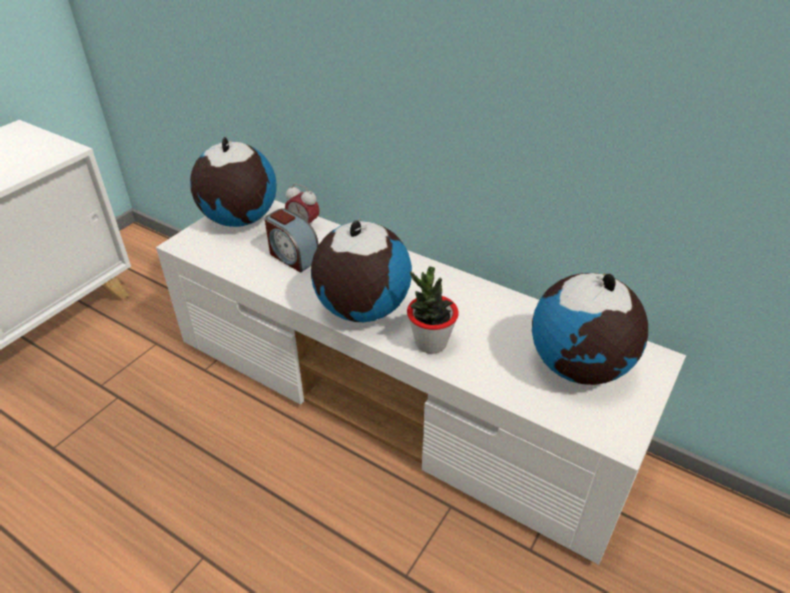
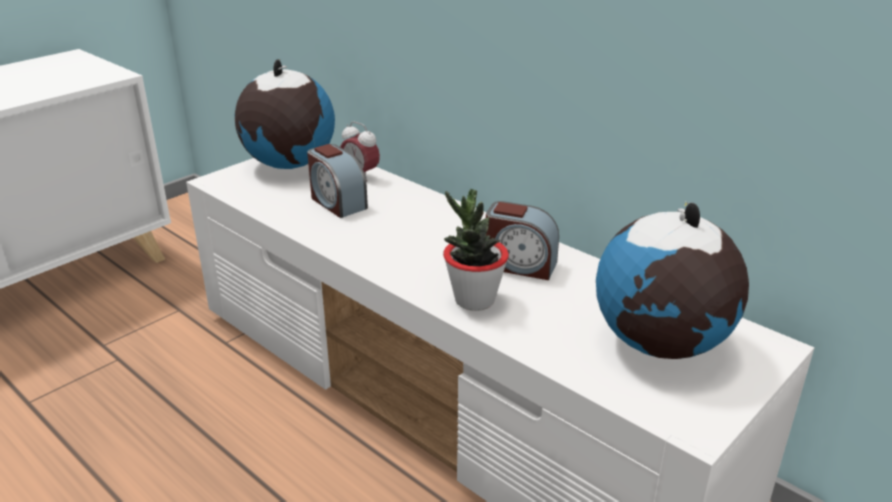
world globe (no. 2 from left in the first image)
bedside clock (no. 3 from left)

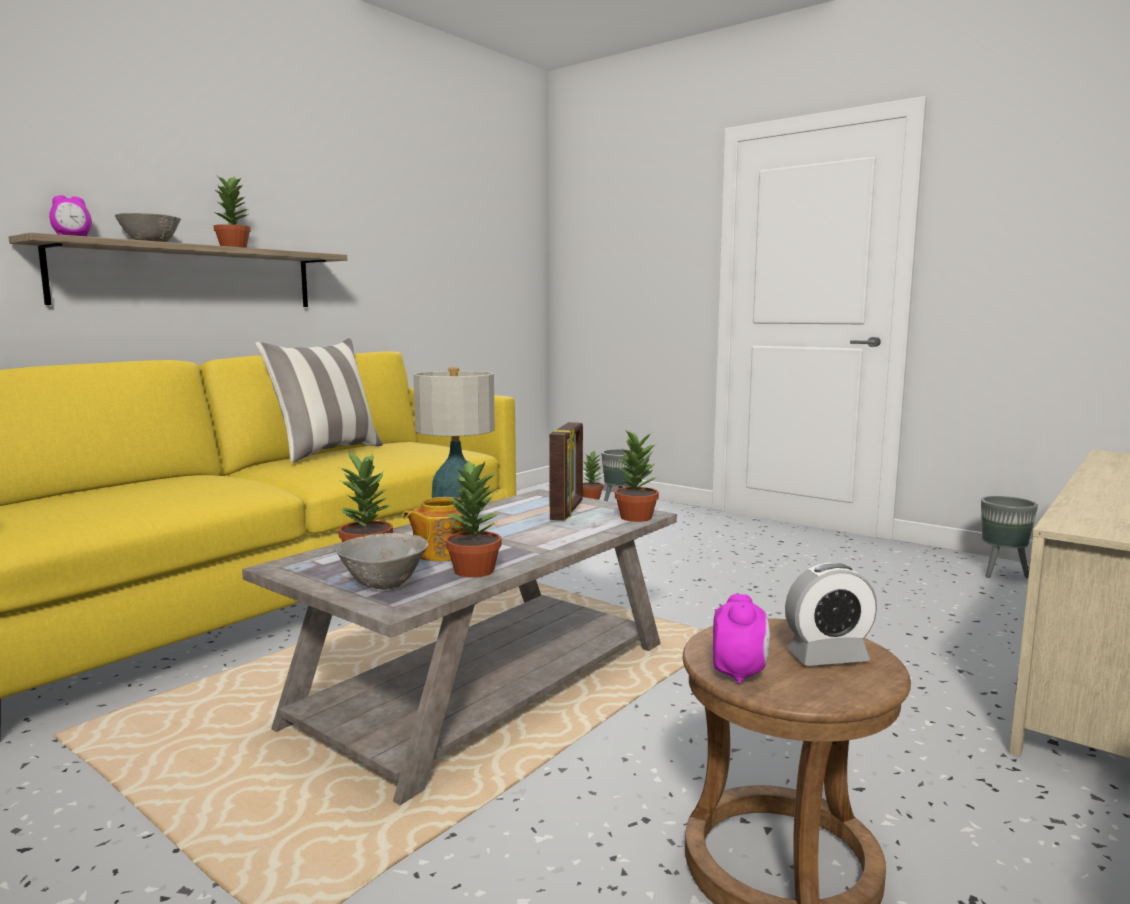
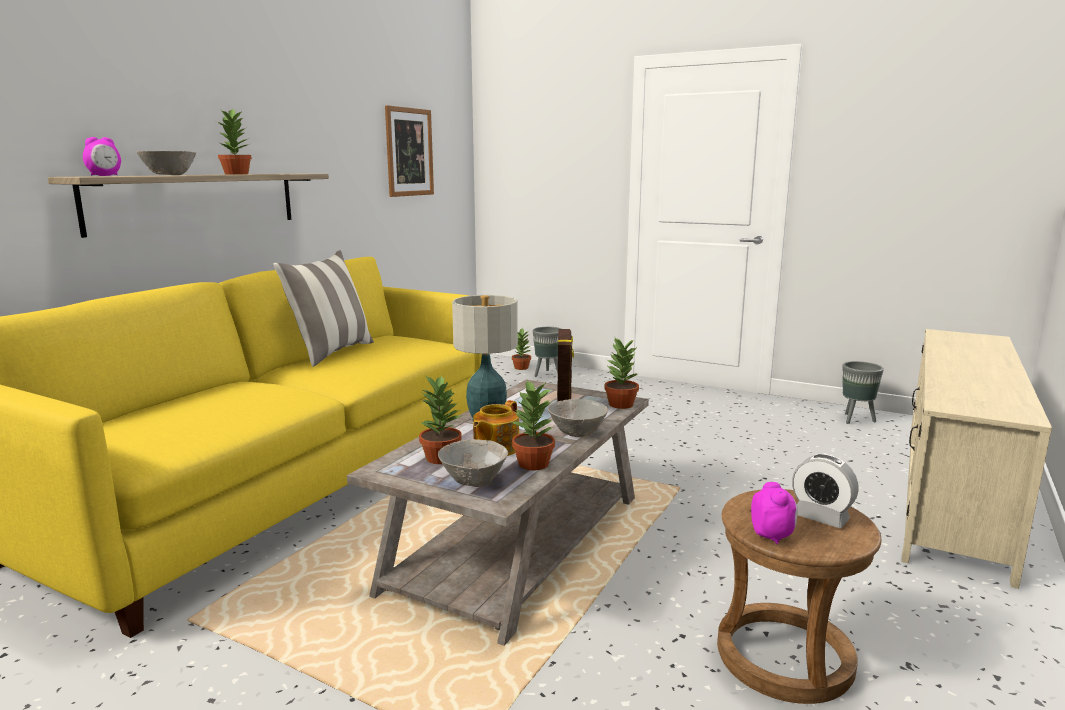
bedside clock (no. 3 from left)
picture
bowl (gray) (no. 3 from left)

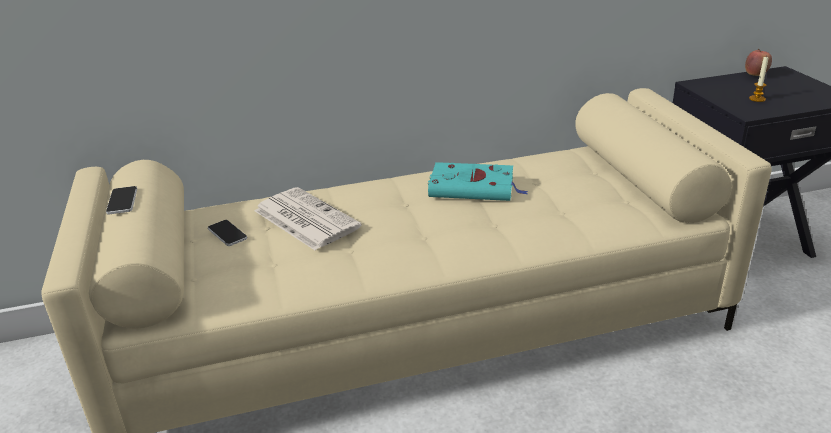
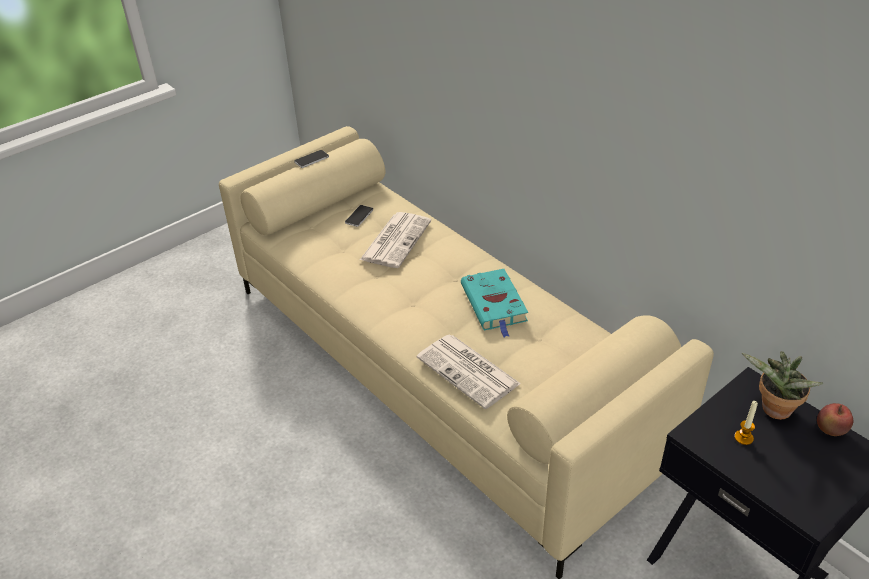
daily paper (no. 2 from left)
plant in a pot

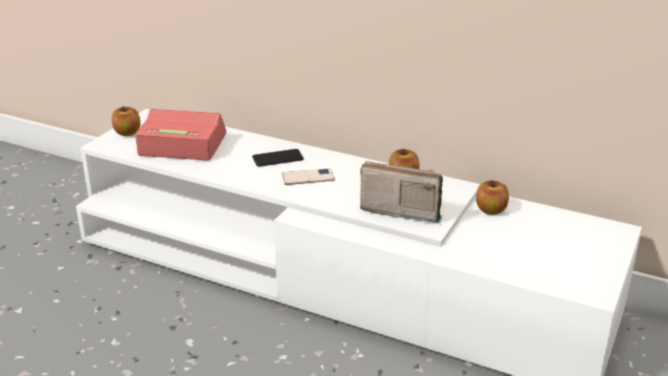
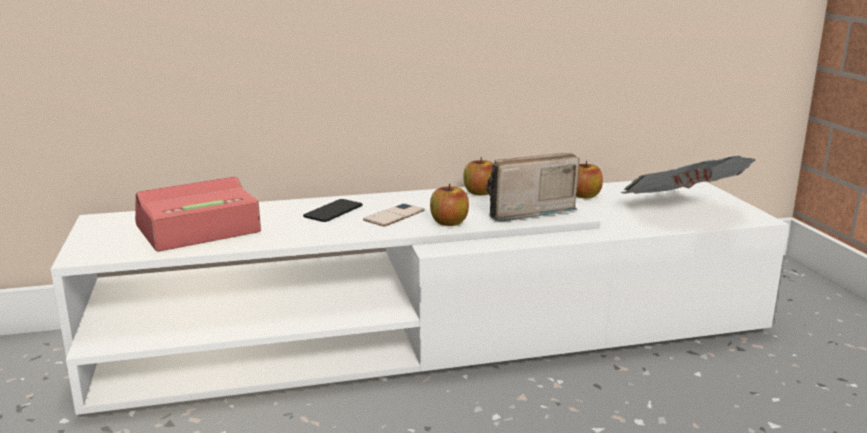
whole apple (no. 1 from left)
daily paper

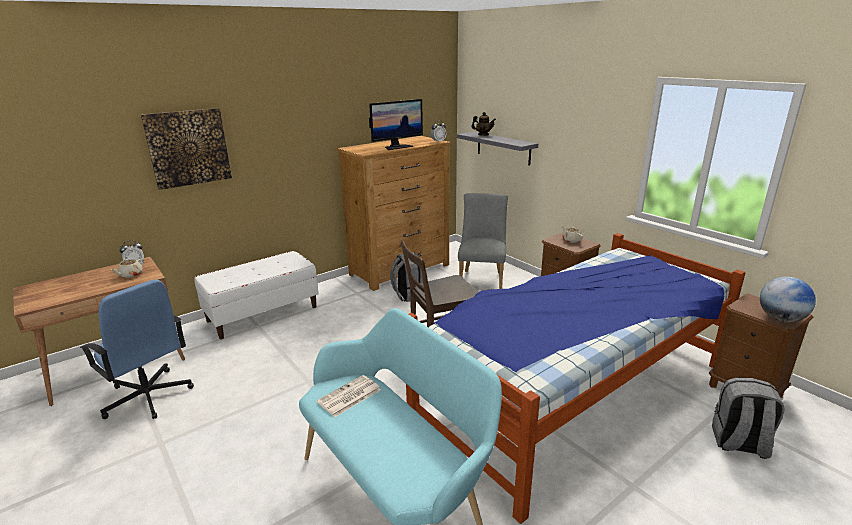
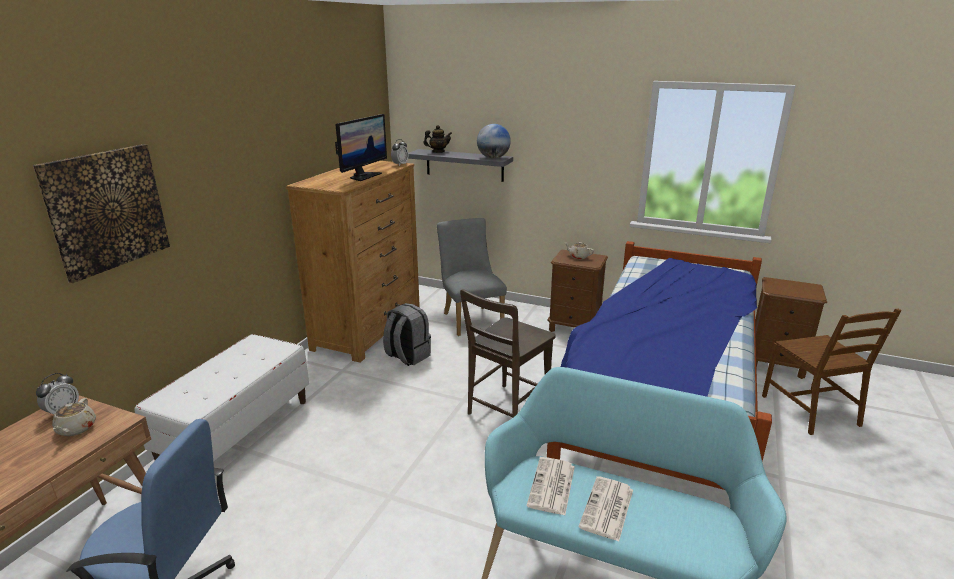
chair (brownish) (no. 2 from left)
world globe
daily paper (no. 2 from left)

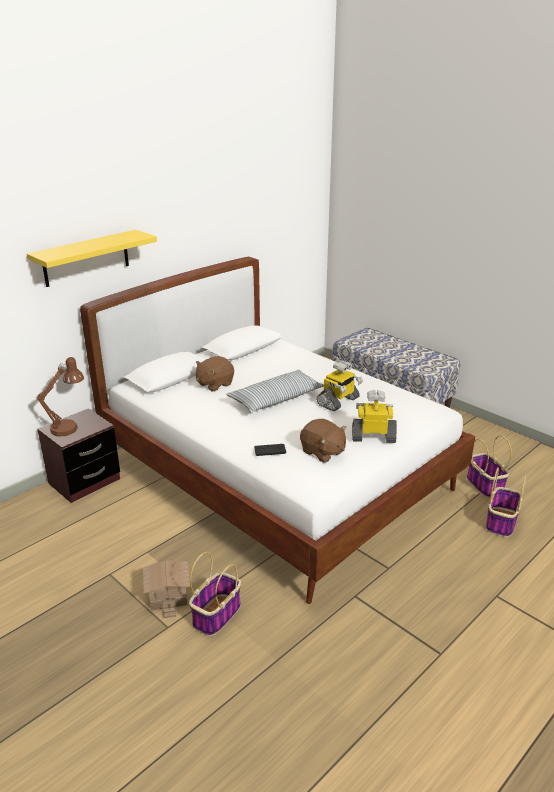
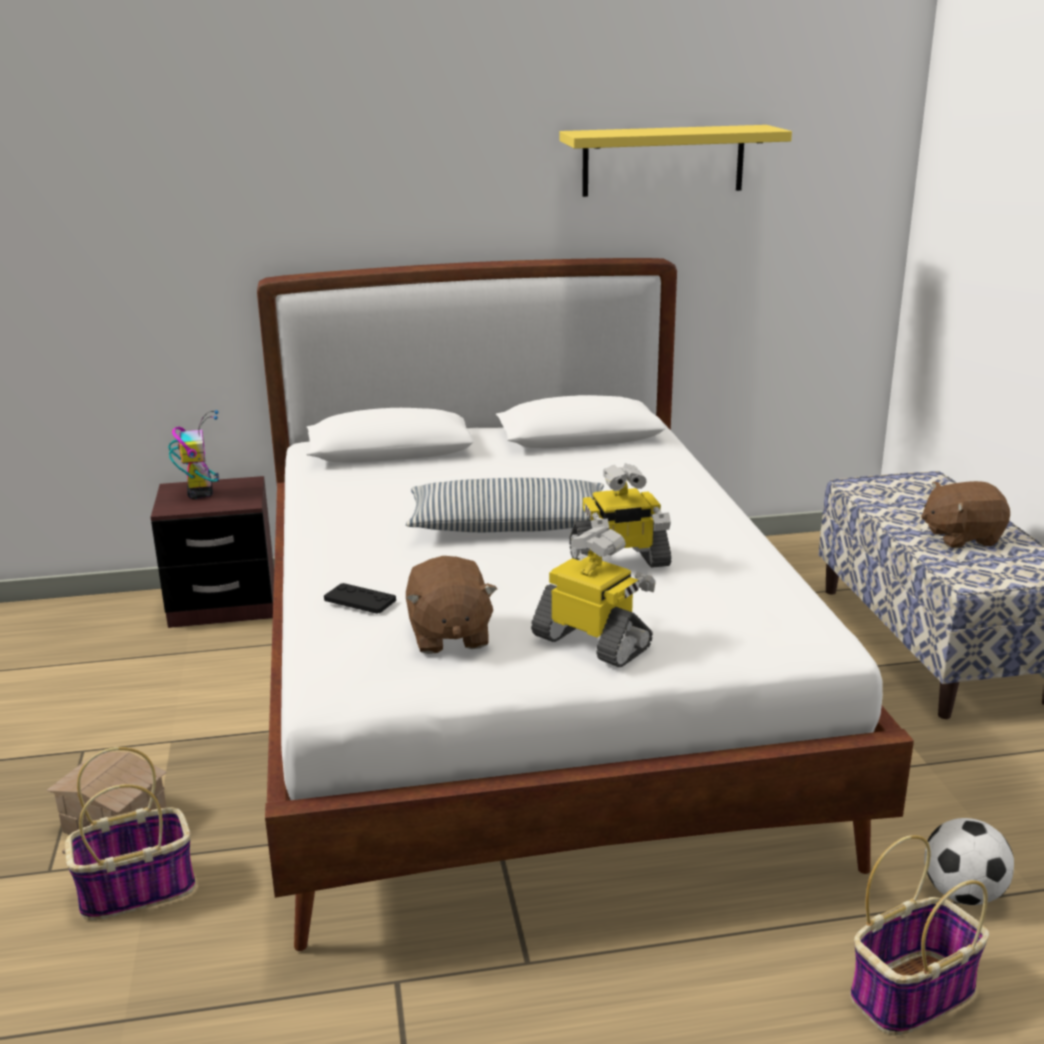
shelf (yellow)
toy robot (no. 1 from left)
cuddly toy (brownish) (no. 2 from left)
football

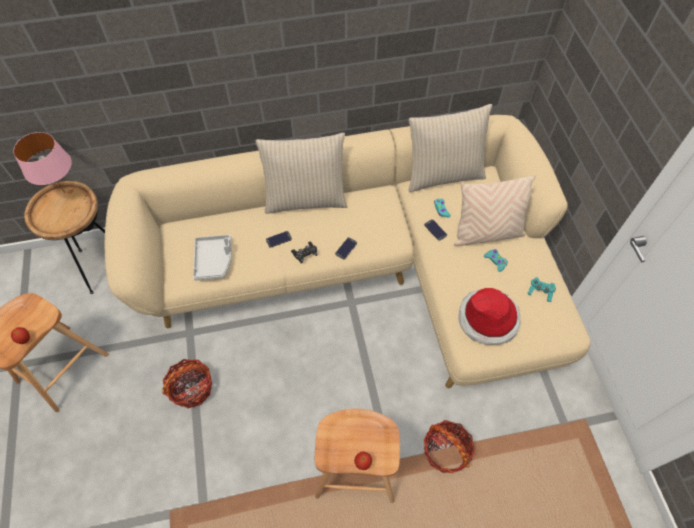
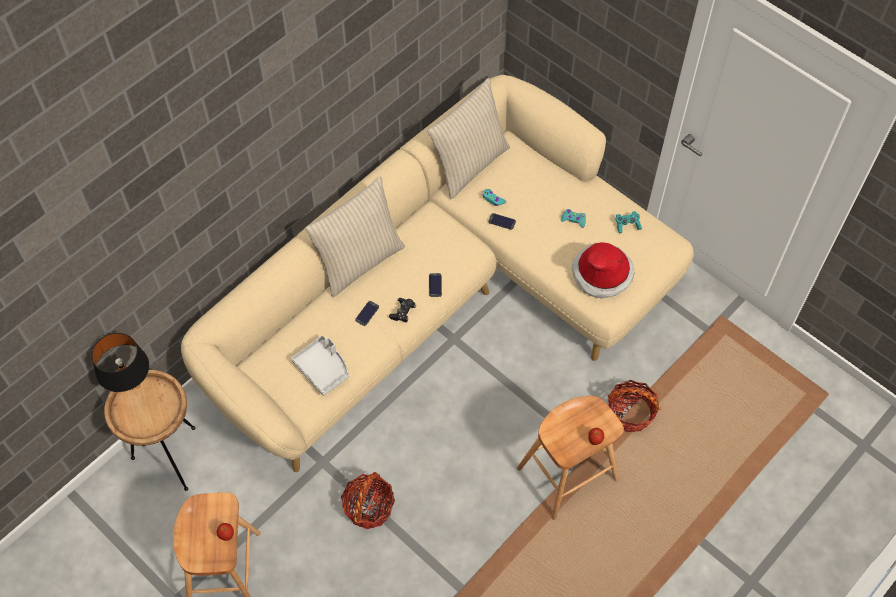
table lamp (blackish)
throw pillow (beige) (no. 3 from left in the first image)

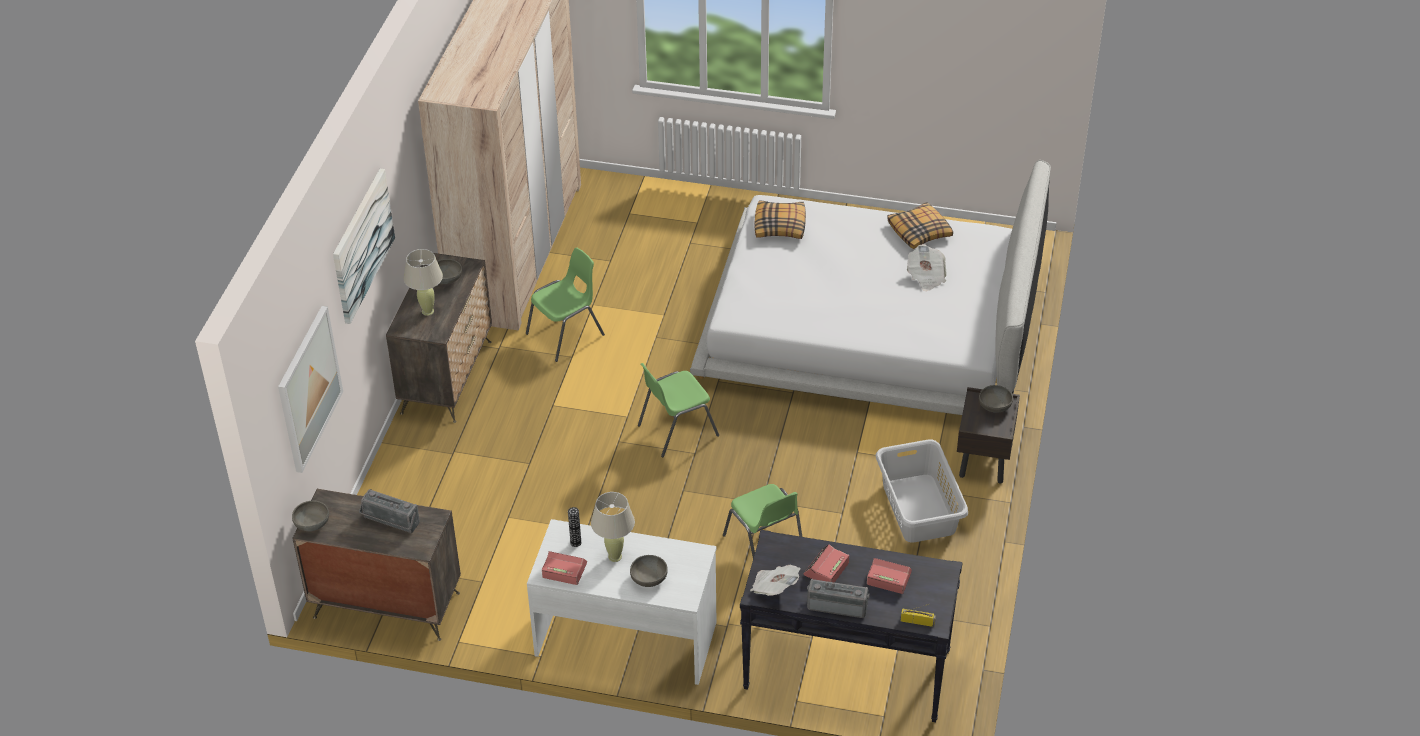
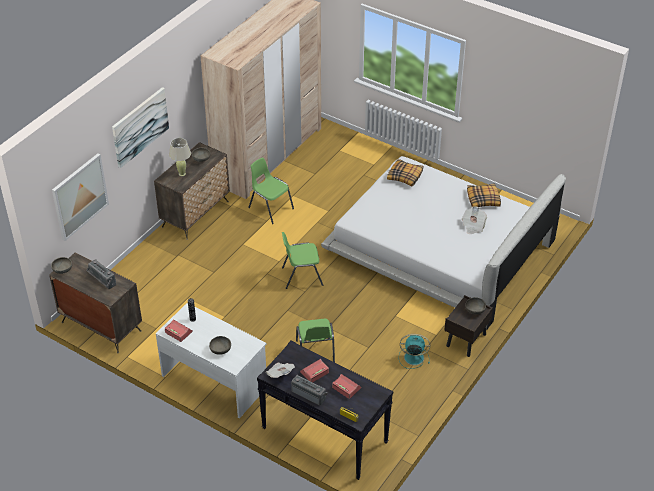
chair (green) (no. 1 from left)
table lamp (beige) (no. 2 from left in the first image)
fan (turquoise-coloured)

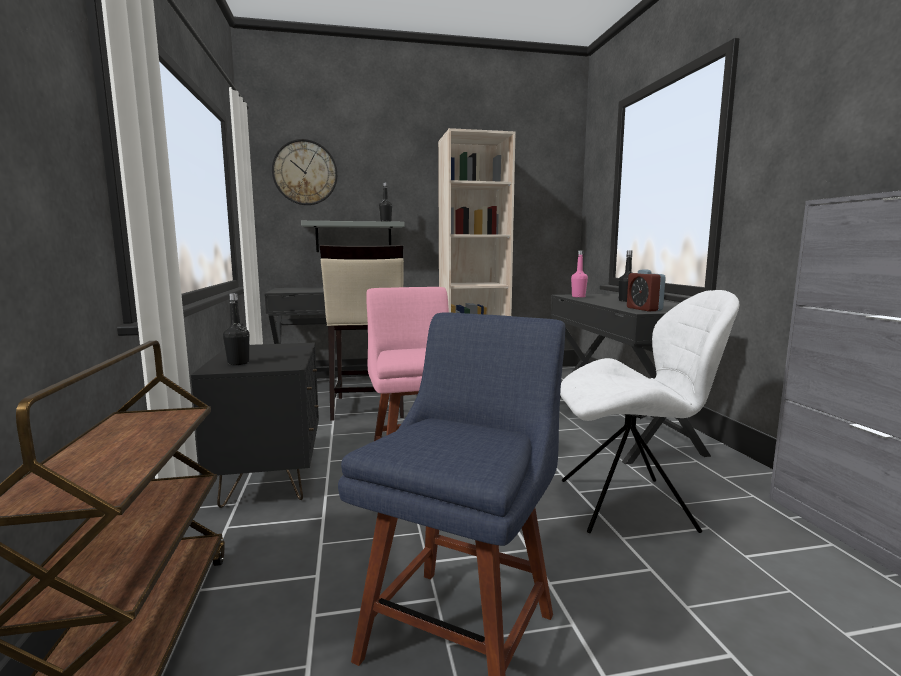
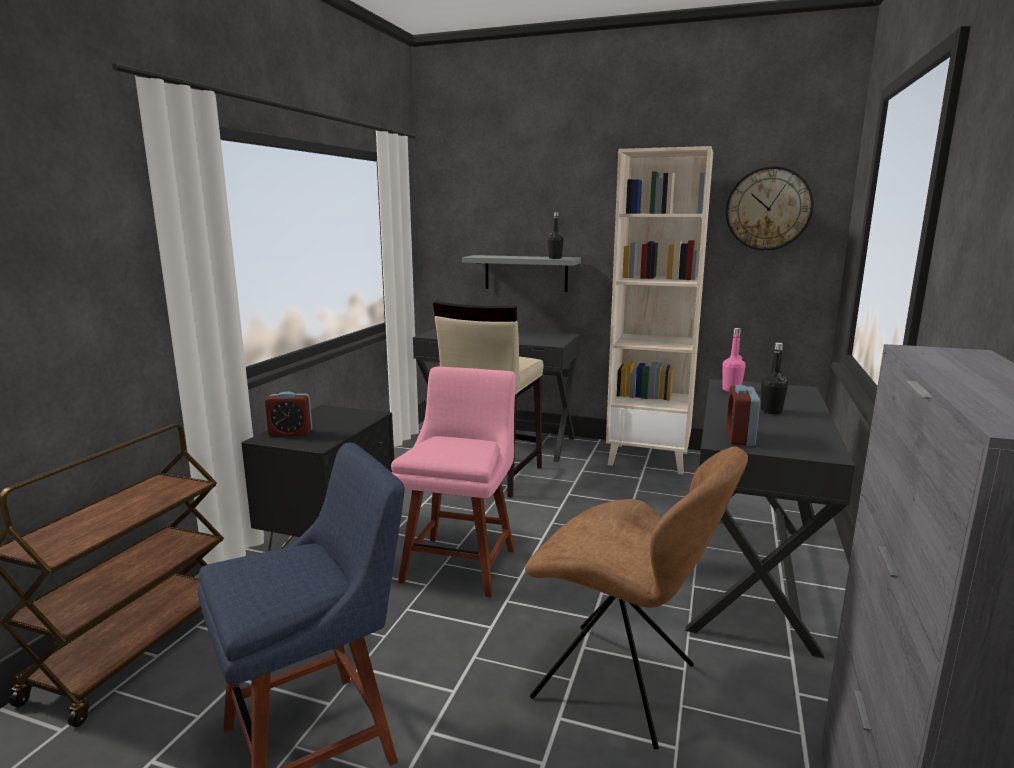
bedside clock (no. 1 from left)
wall clock
chair (brownish)

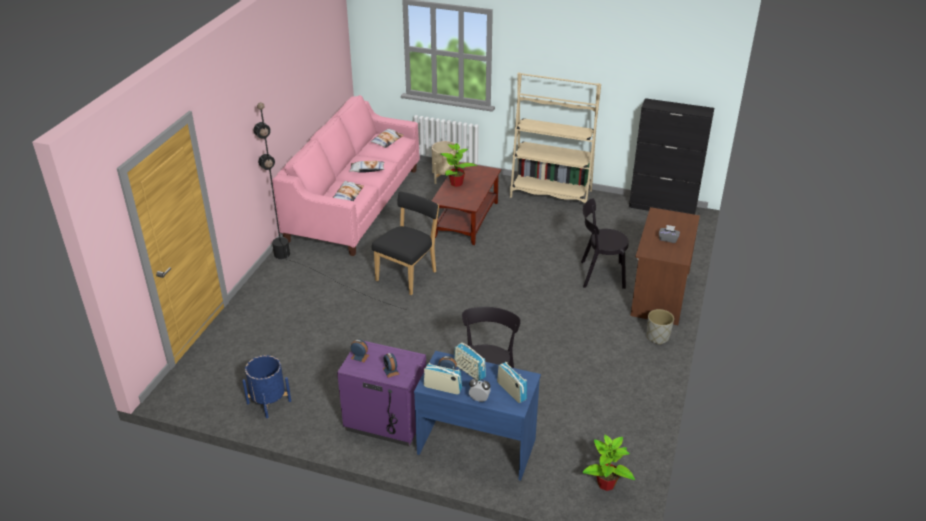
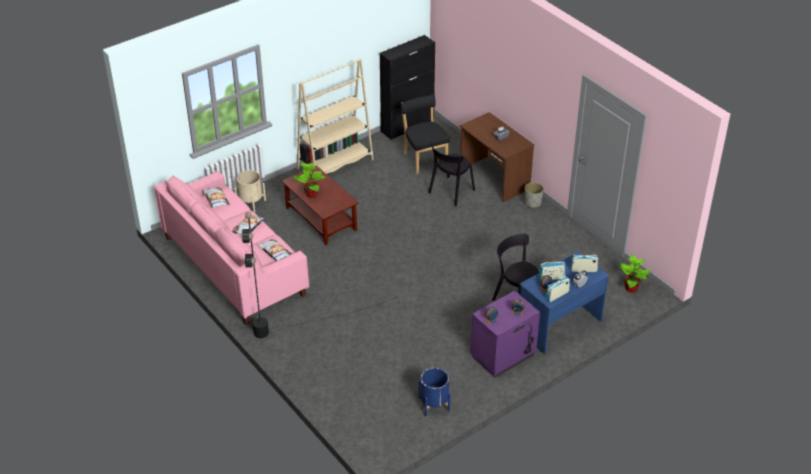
chair (blackish) (no. 1 from left)

